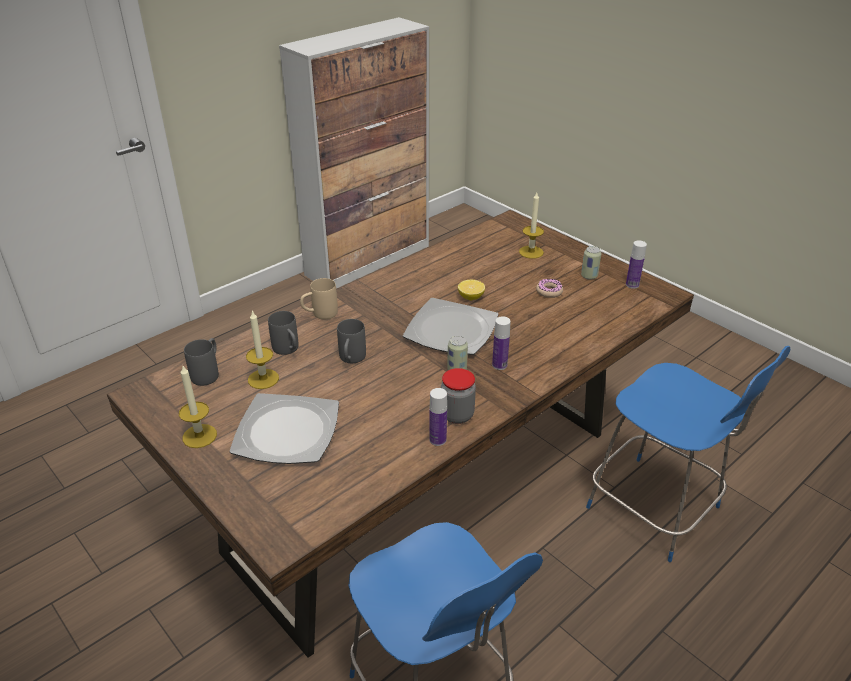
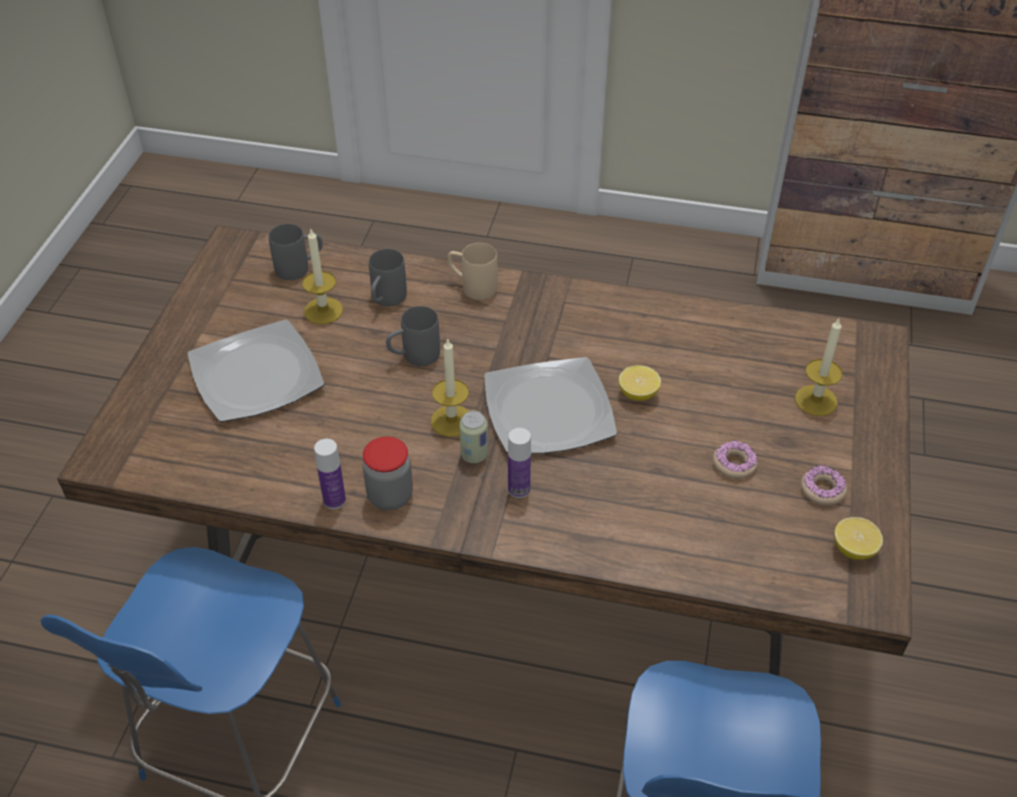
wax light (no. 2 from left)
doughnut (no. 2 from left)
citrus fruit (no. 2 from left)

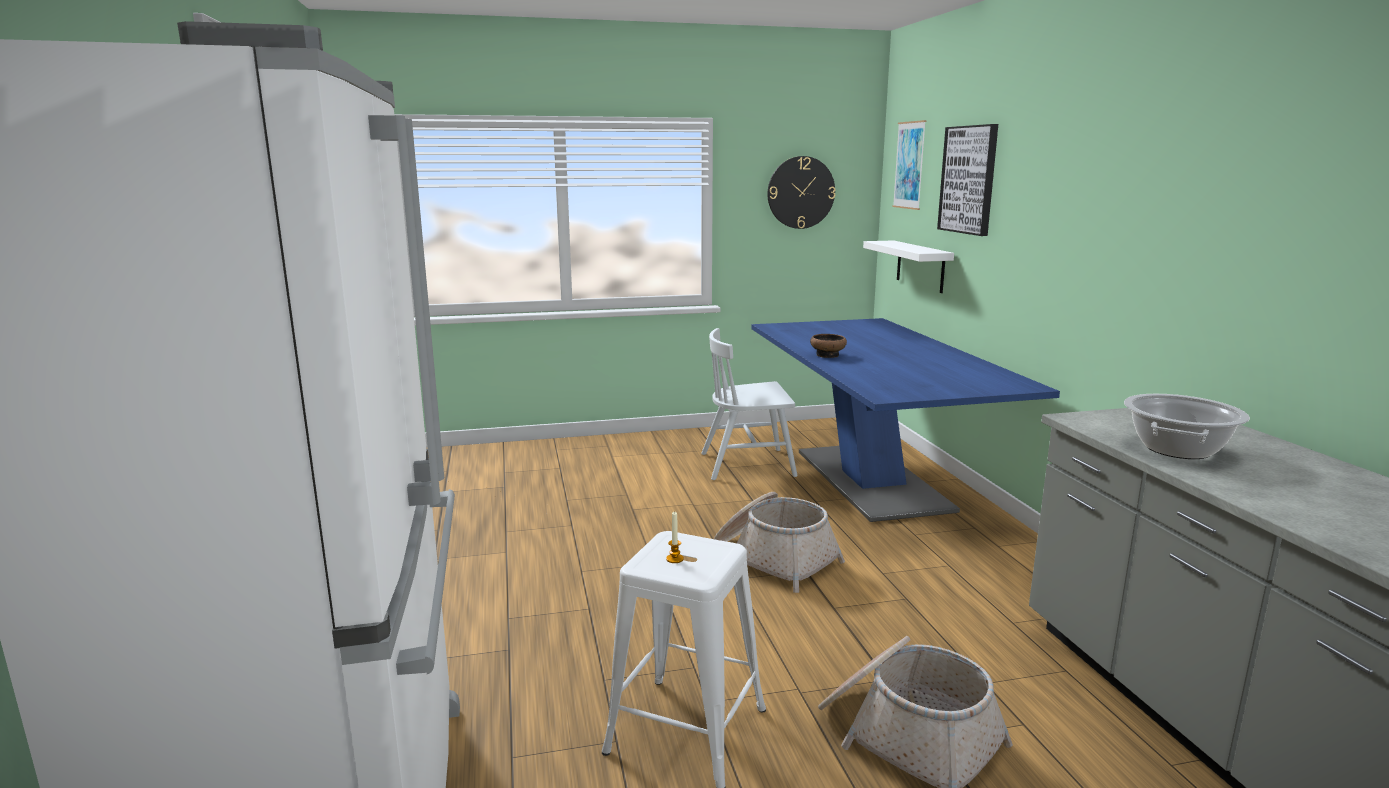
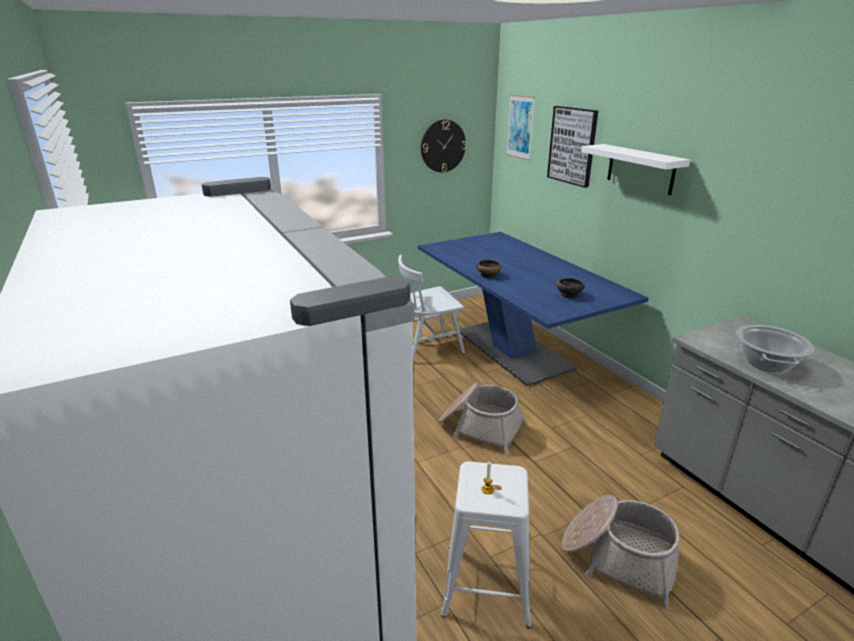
shelf (whitish)
bowl (no. 2 from left)

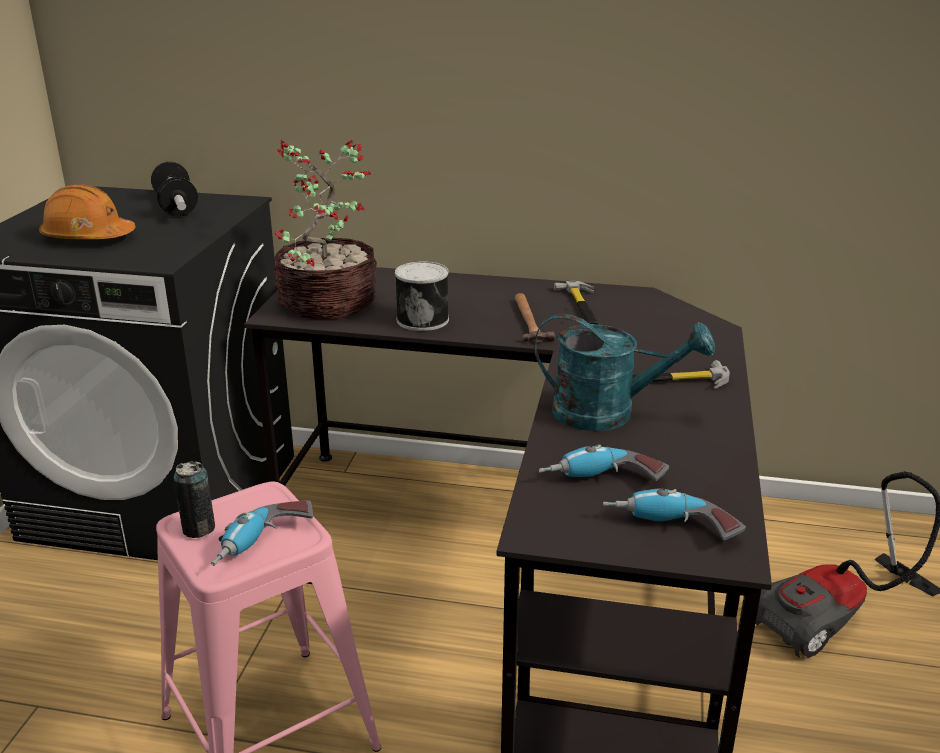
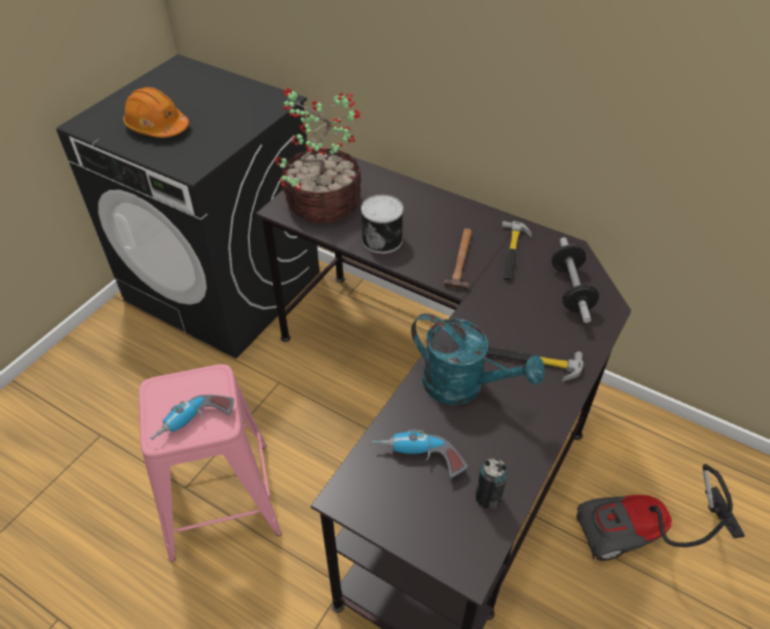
dumbbell
metal can (no. 2 from left)
drill (no. 3 from left in the first image)

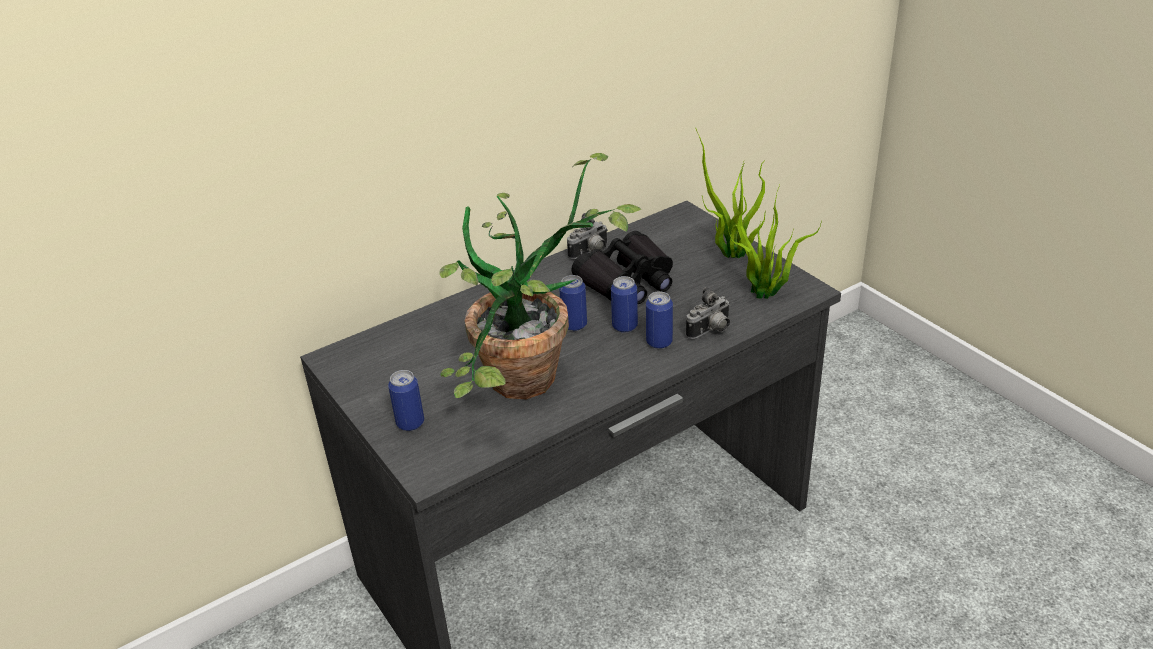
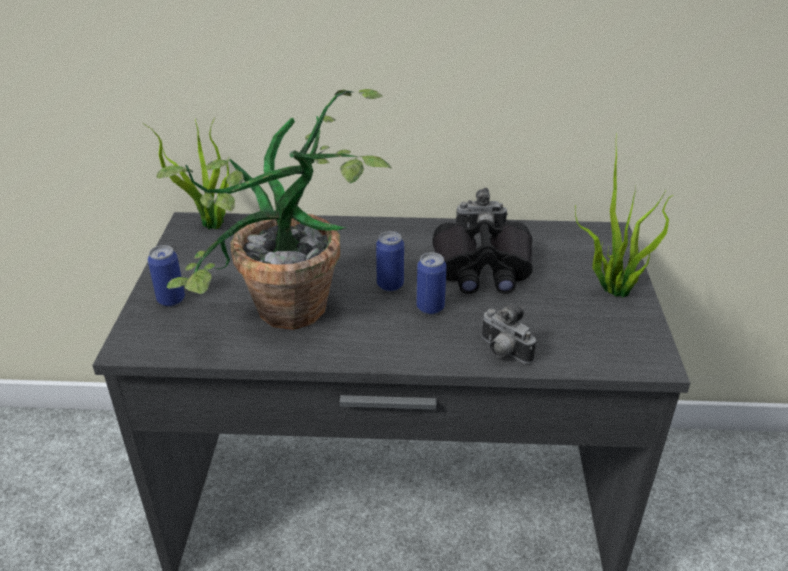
metal can (no. 4 from left in the first image)
photo camera (no. 2 from left)
plant in a pot (no. 1 from left)

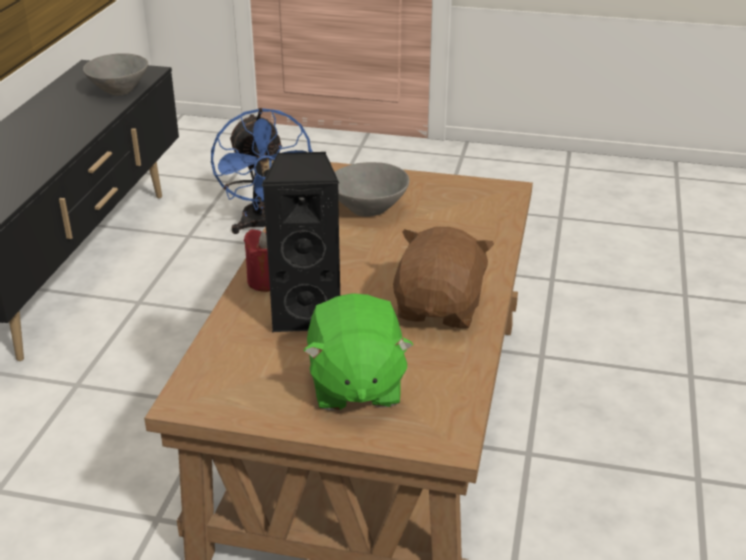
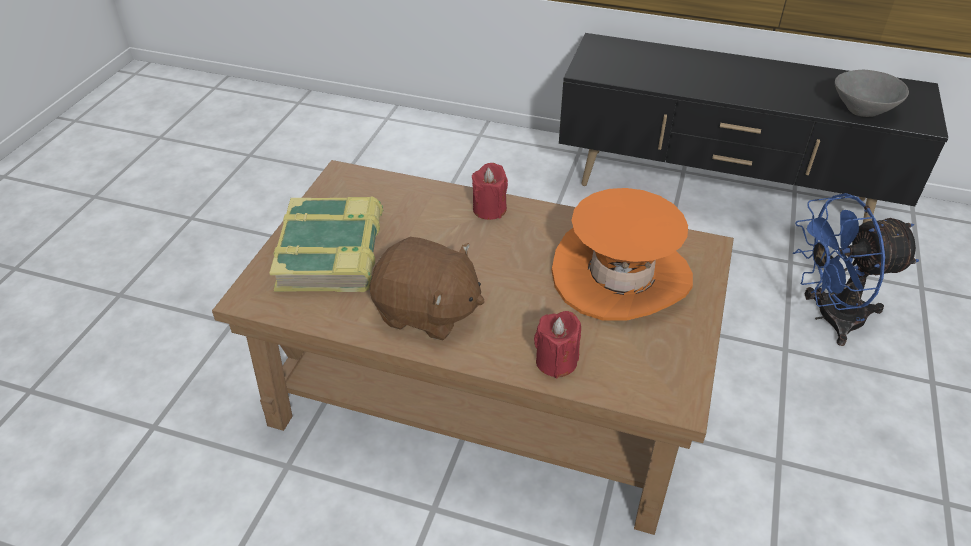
audio speaker (blackish)
book
hat (orange-coloured)
wax light (red-coloured) (no. 2 from left)

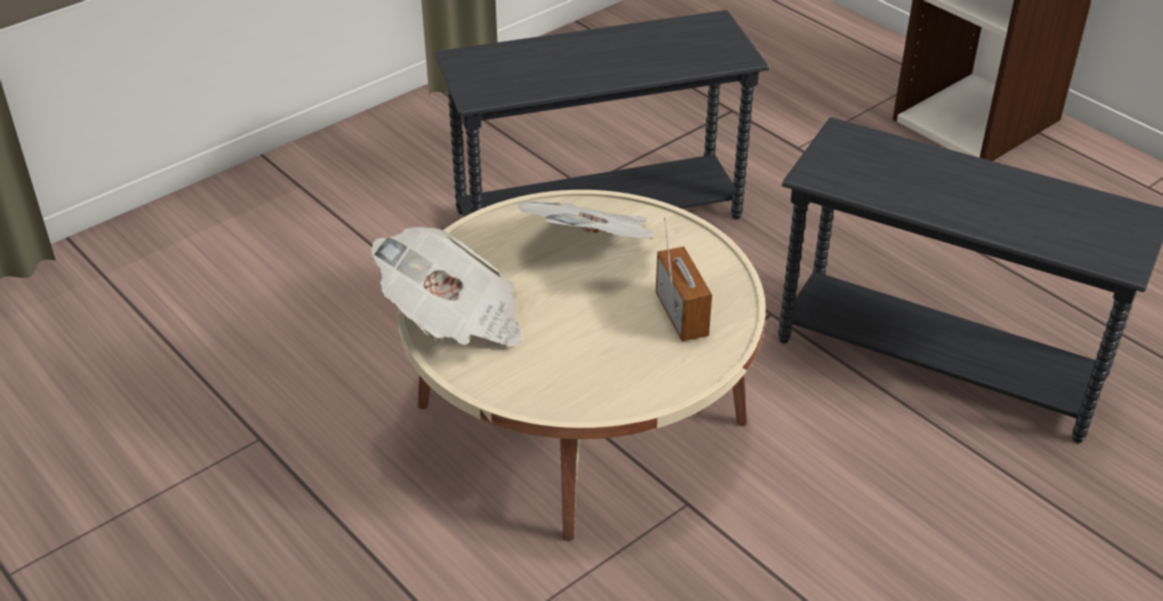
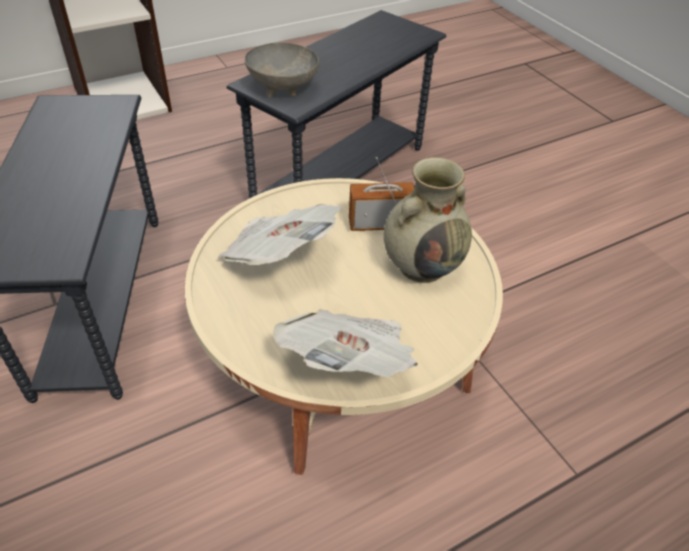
bowl (gray)
flower vase (beige)

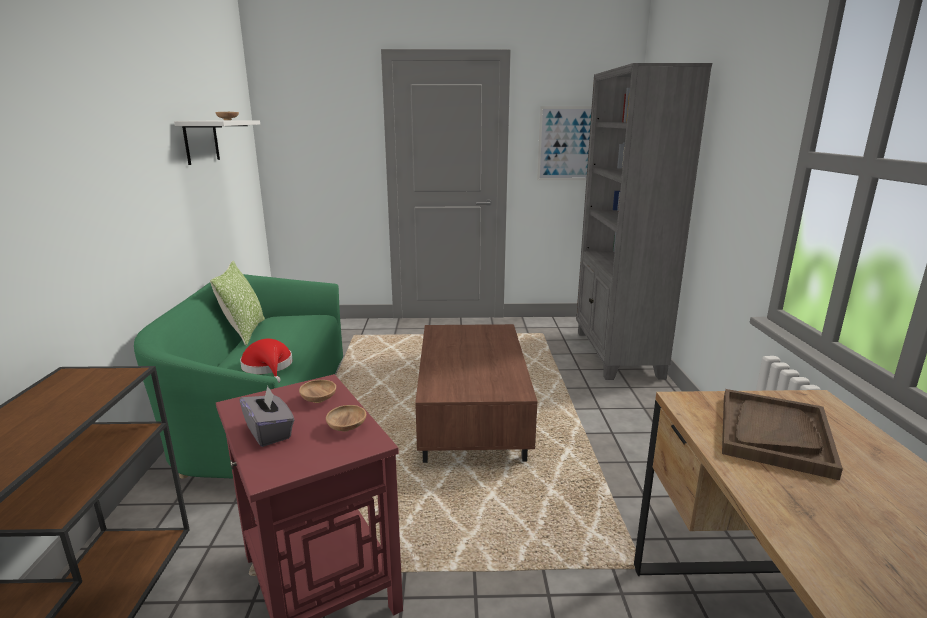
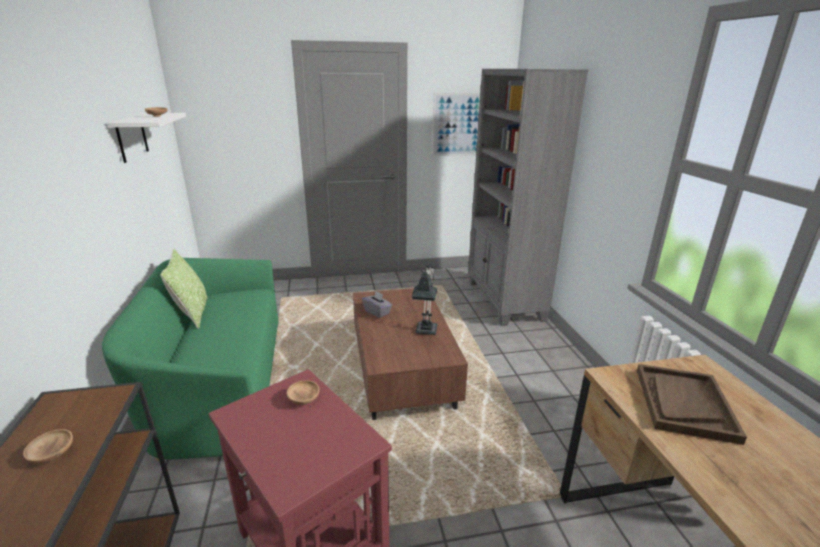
hat (red-coloured)
tissue box (gray)
bowl (brownish) (no. 1 from left)
table lamp

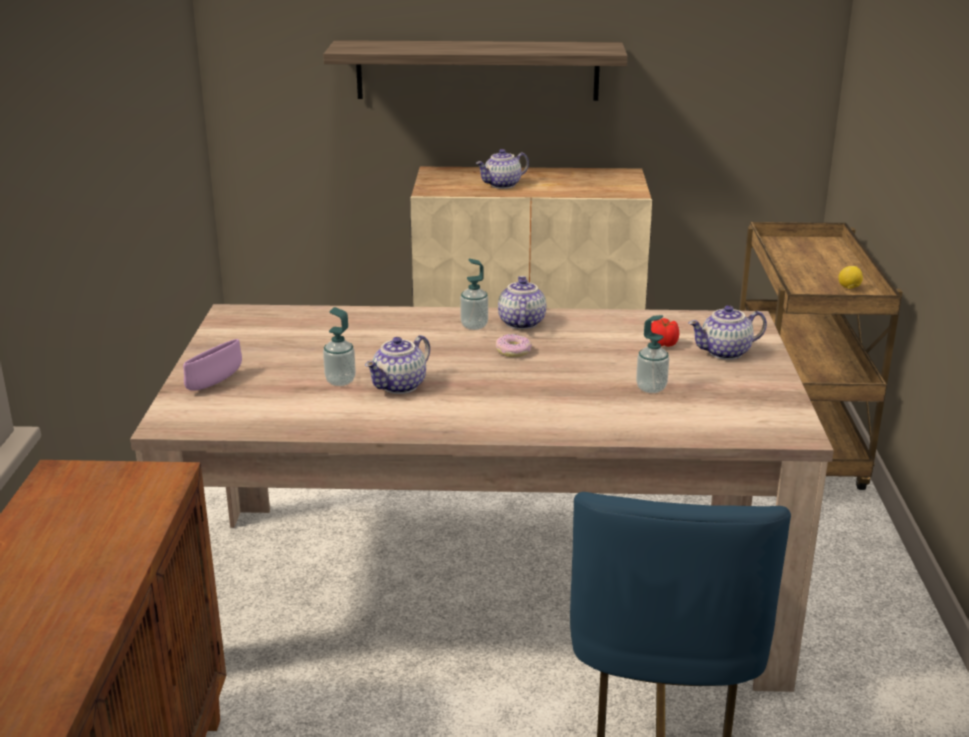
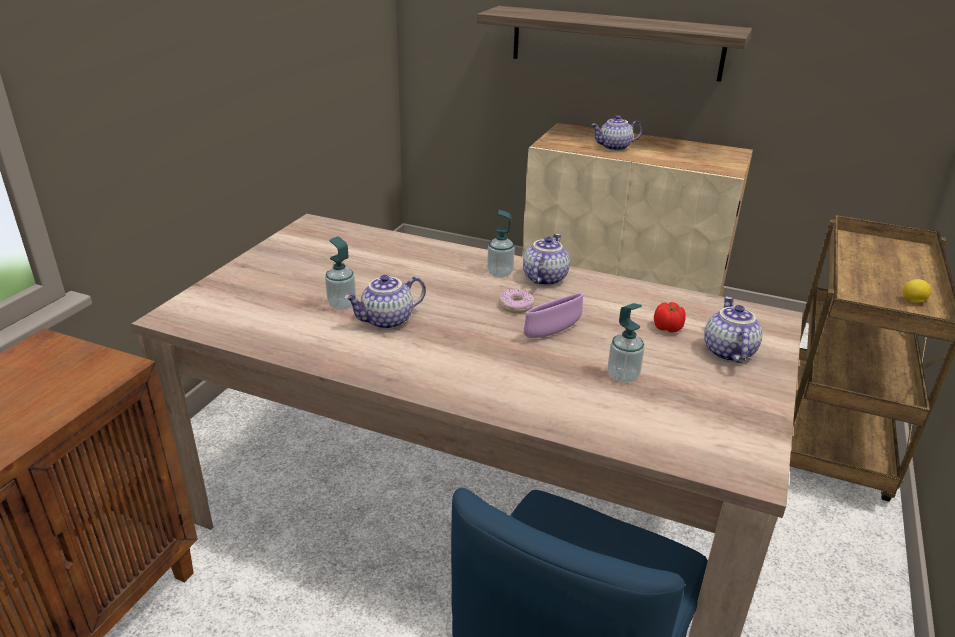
bowl (purplish)
teapot (no. 4 from left)

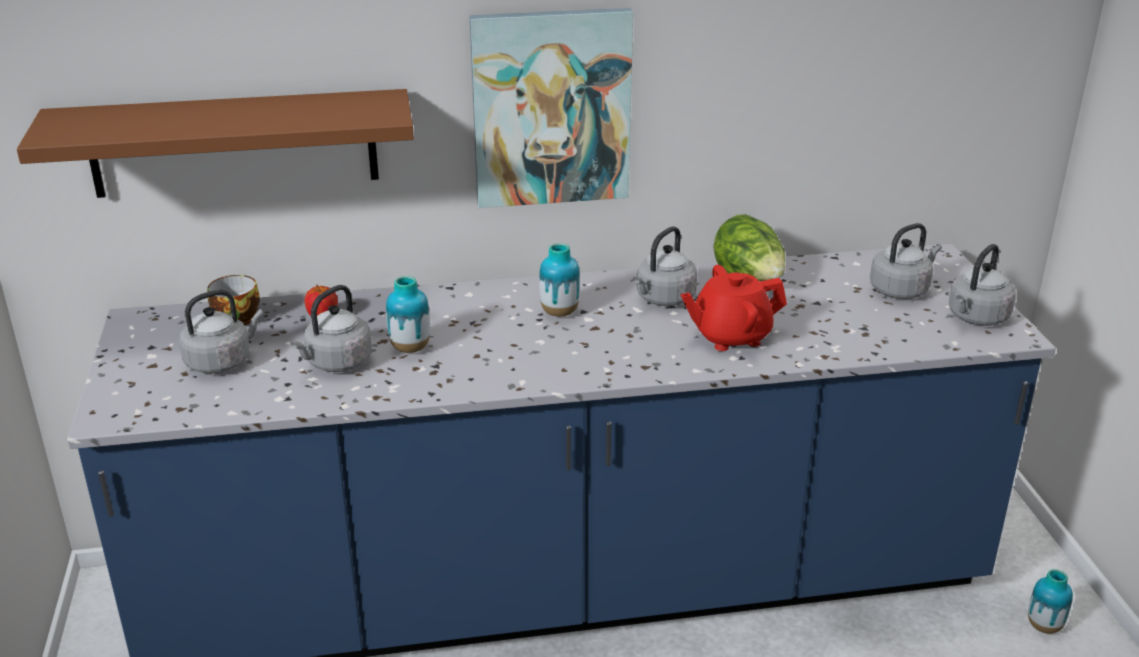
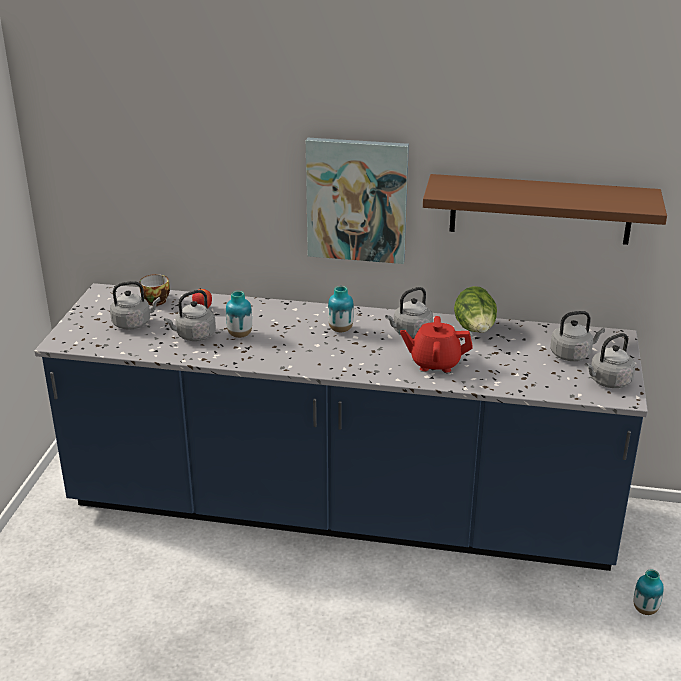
shelf (brownish)

